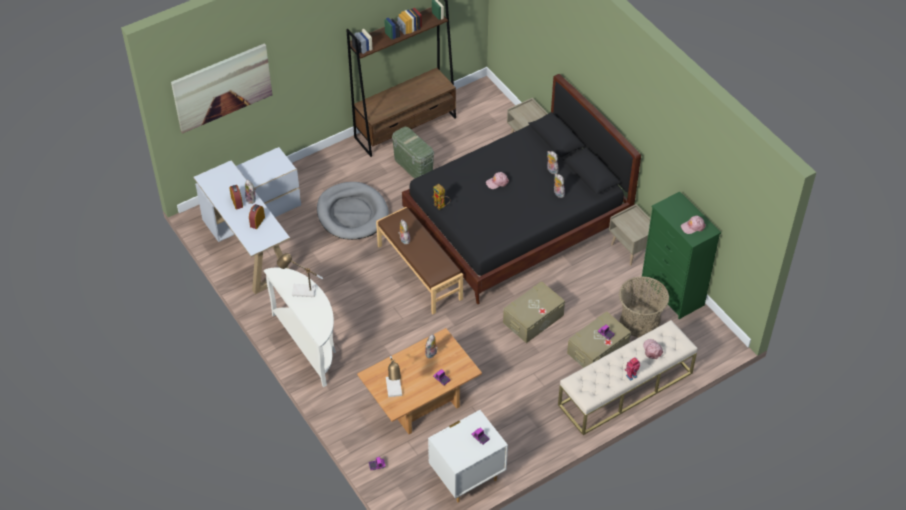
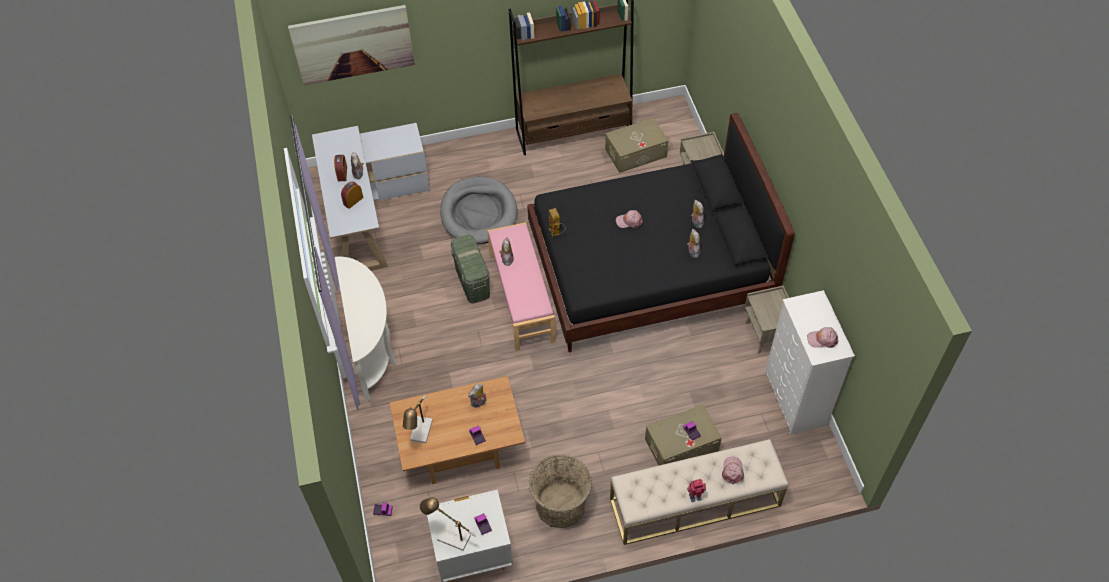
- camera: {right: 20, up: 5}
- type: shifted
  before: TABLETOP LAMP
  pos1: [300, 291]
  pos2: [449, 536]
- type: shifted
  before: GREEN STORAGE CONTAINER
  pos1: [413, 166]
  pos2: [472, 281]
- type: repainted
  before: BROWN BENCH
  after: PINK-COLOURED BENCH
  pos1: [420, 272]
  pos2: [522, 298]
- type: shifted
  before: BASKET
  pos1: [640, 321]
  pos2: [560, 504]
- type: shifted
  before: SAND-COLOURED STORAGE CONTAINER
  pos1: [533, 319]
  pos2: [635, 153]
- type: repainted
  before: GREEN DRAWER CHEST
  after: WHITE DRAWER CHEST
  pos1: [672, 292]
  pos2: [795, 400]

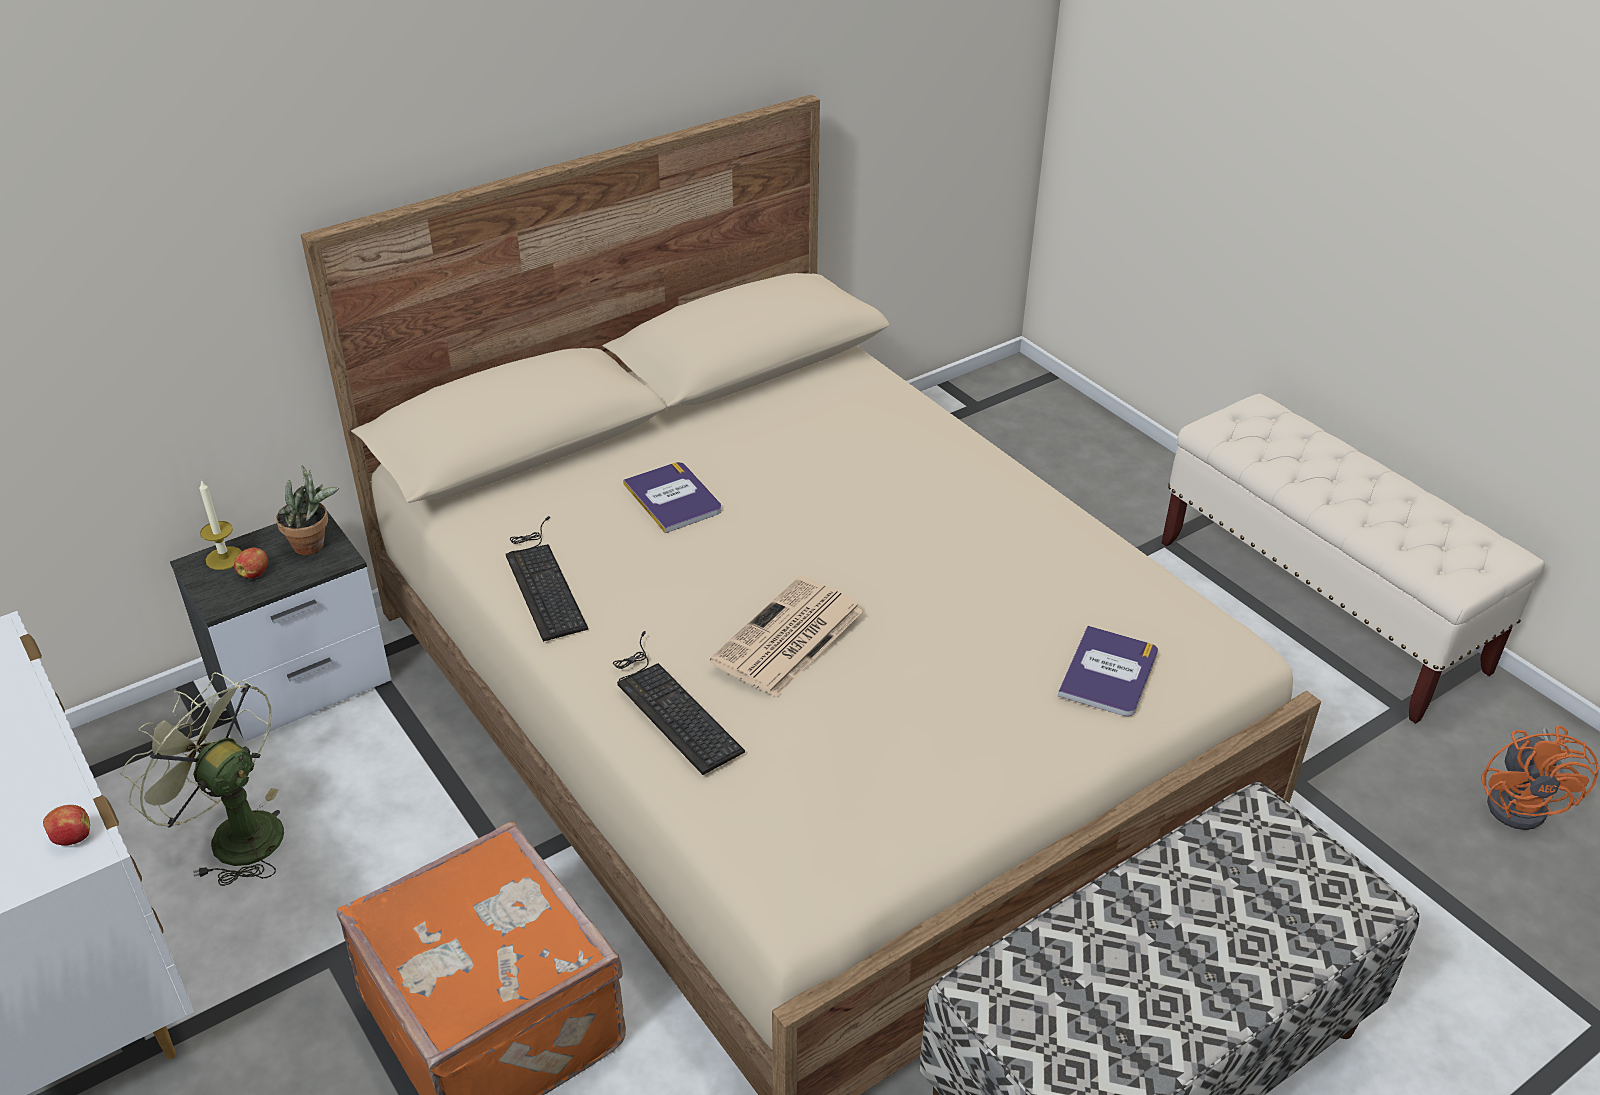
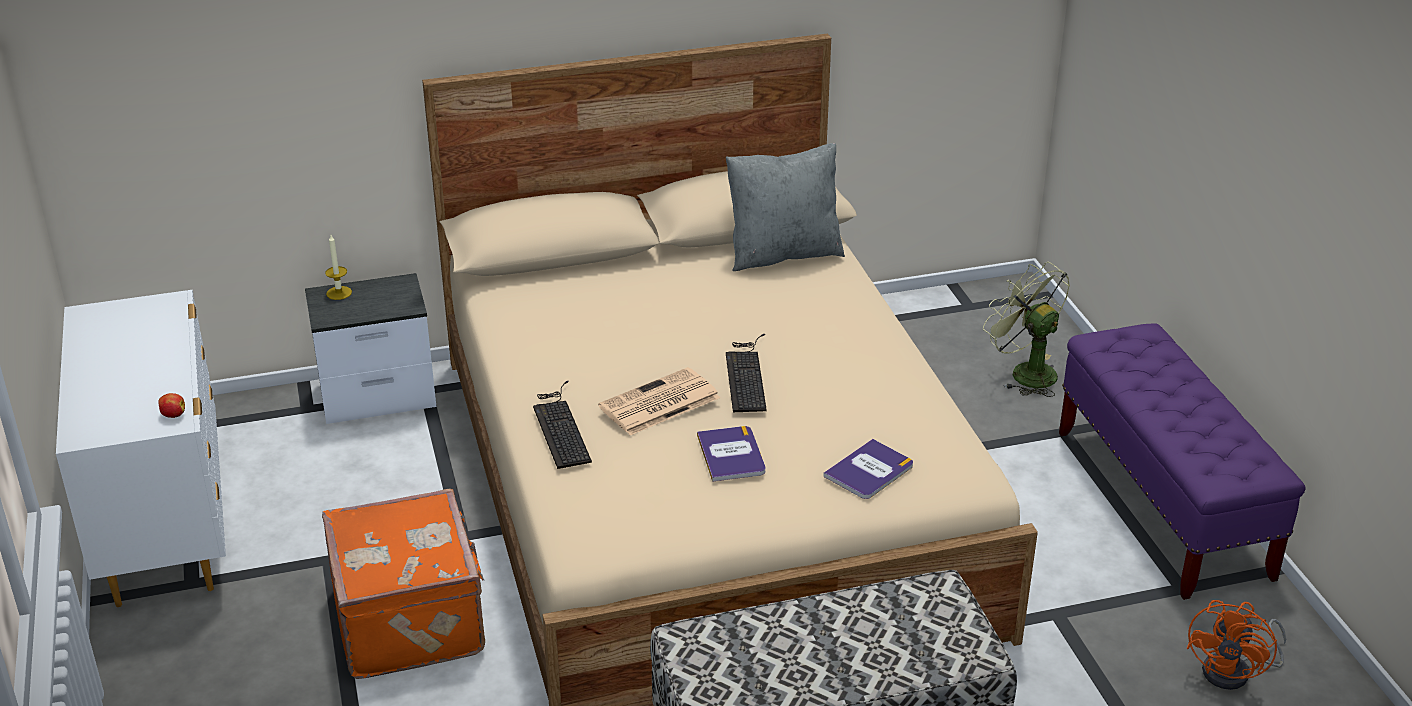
- camera: {right: 20, up: -5}
- type: shifted
  before: VOLUME
  pos1: [673, 498]
  pos2: [731, 454]
- type: new
  after: GREY CUSHION
  pos2: [783, 254]
- type: shifted
  before: KEYBOARD
  pos1: [543, 580]
  pos2: [746, 374]
- type: shifted
  before: GREEN ELECTRIC FAN
  pos1: [233, 834]
  pos2: [1025, 372]
- type: repainted
  before: SAND-COLOURED BENCH
  after: PURPLE BENCH
  pos1: [1319, 606]
  pos2: [1162, 504]
- type: gone
  before: APPLE
  pos1: [255, 573]
- type: gone
  before: PLANT IN A POT
  pos1: [314, 545]

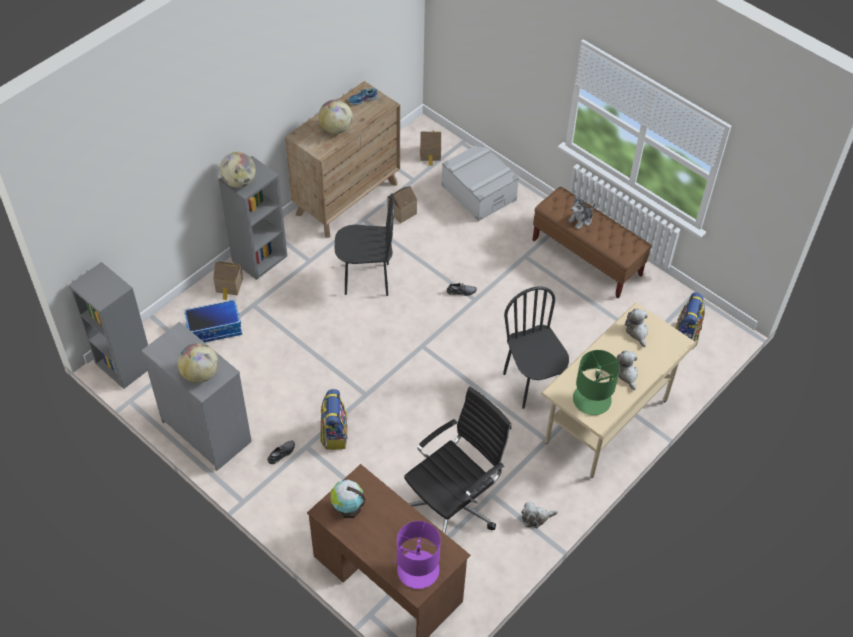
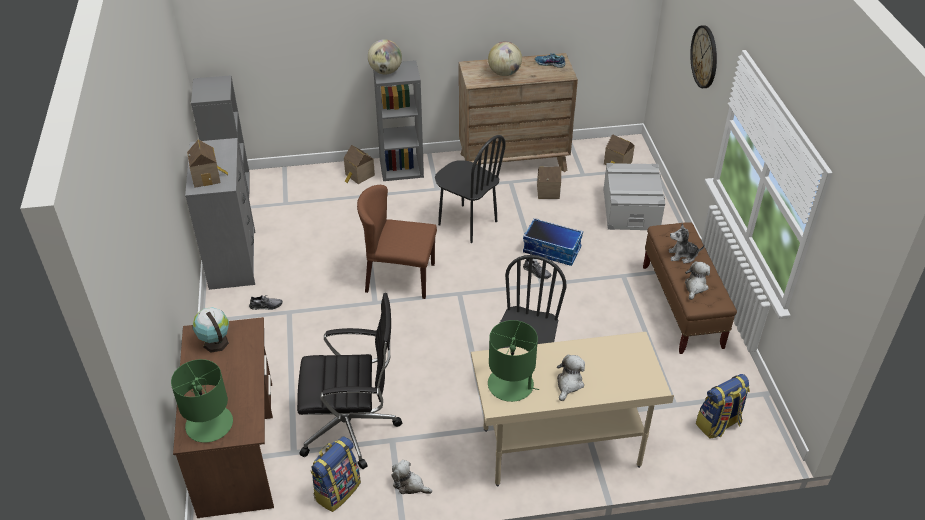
- camera: {right: 40, up: -10}
- type: repainted
  before: PURPLE TABLETOP LAMP
  after: GREEN TABLETOP LAMP
  pos1: [417, 570]
  pos2: [209, 424]
- type: swapped
  before: DESK GLOBE
  after: TOY HOUSE
  pos1: [200, 374]
  pos2: [208, 177]
- type: shifted
  before: BACKPACK
  pos1: [334, 434]
  pos2: [337, 490]
- type: new
  after: BROWN PLAIN CHAIR
  pos2: [399, 277]
- type: shifted
  before: STORAGE CONTAINER
  pos1: [214, 328]
  pos2: [552, 250]
- type: shifted
  before: CUDDLY TOY
  pos1: [637, 332]
  pos2: [695, 287]
- type: new
  after: HANGING CLOCK
  pos2: [704, 56]

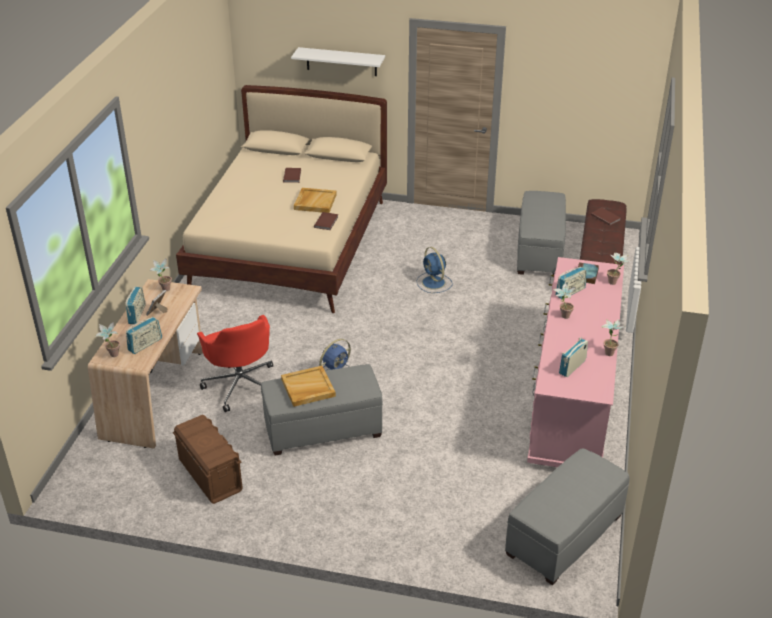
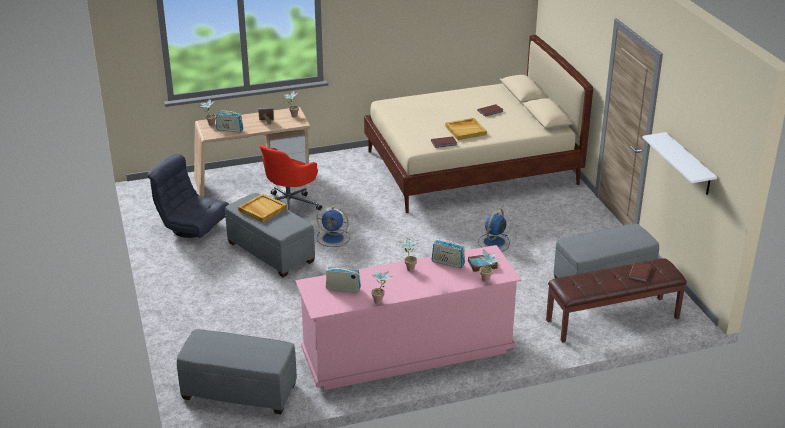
- camera: {right: 60, up: -5}
- type: swapped
  before: BROWN STORAGE CONTAINER
  after: GREY EASY CHAIR
  pos1: [210, 475]
  pos2: [193, 227]
- type: shifted
  before: WHITE SHELF
  pos1: [341, 61]
  pos2: [688, 164]
- type: gone
  before: RADIO SET
  pos1: [137, 314]

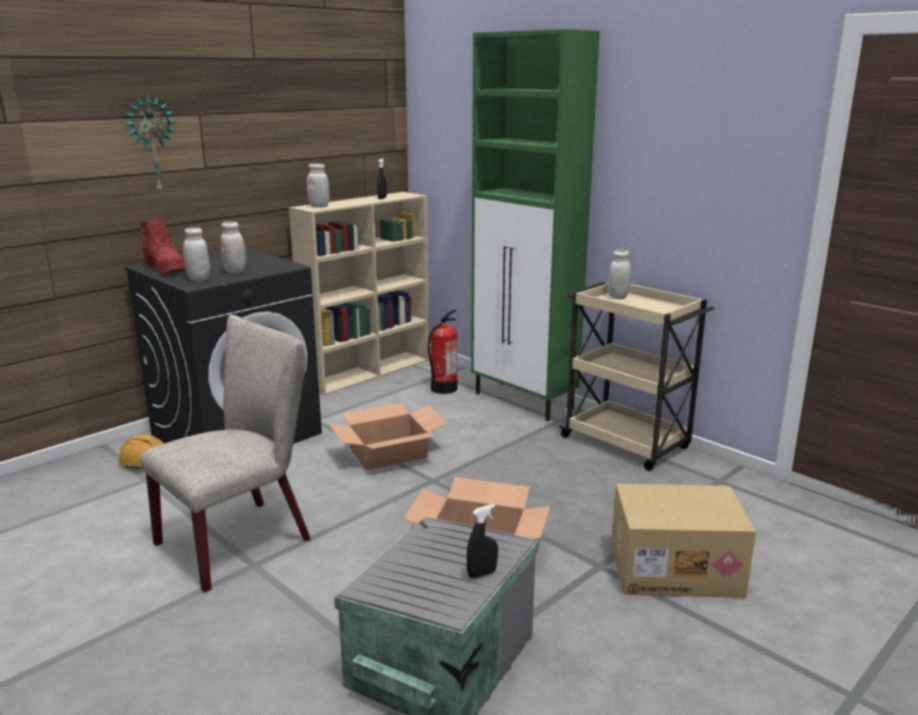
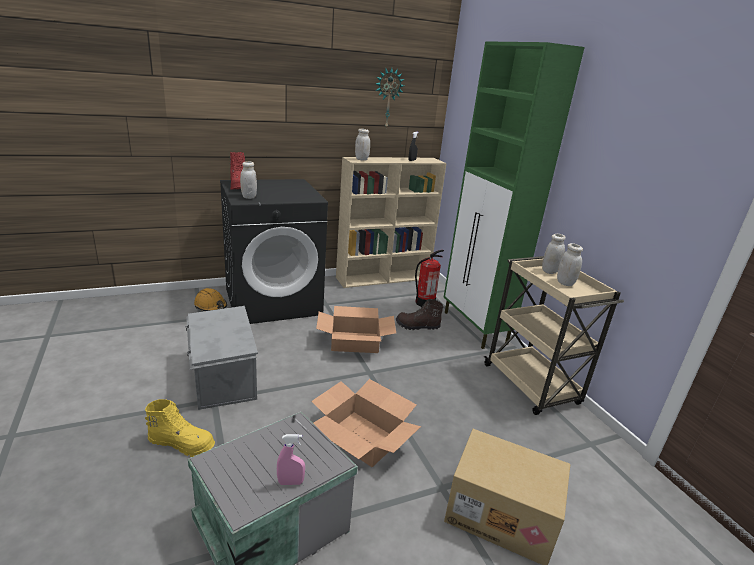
- camera: {right: 20, up: 5}
- type: new
  after: YELLOW HIGH-TOP BOOT
  pos2: [182, 443]
- type: swapped
  before: SAND-COLOURED PLAIN CHAIR
  after: GREY STORAGE CONTAINER
  pos1: [243, 538]
  pos2: [222, 377]
- type: repainted
  before: BLACKISH SPRAY BOTTLE
  after: PINK-COLOURED SPRAY BOTTLE
  pos1: [482, 574]
  pos2: [290, 482]
- type: shifted
  before: HANGING CLOCK
  pos1: [151, 145]
  pos2: [387, 98]
- type: new
  after: BROWN HIGH-TOP BOOT
  pos2: [417, 326]
- type: shifted
  before: WHITE STORAGE JAR
  pos1: [235, 271]
  pos2: [565, 283]

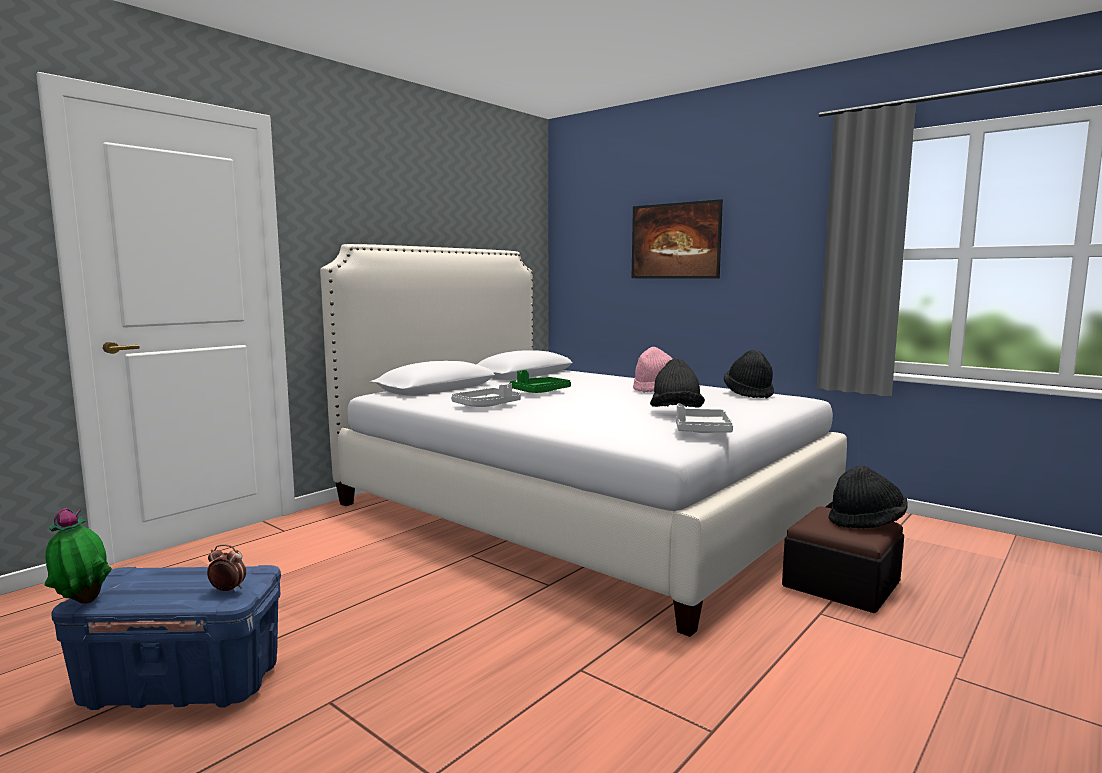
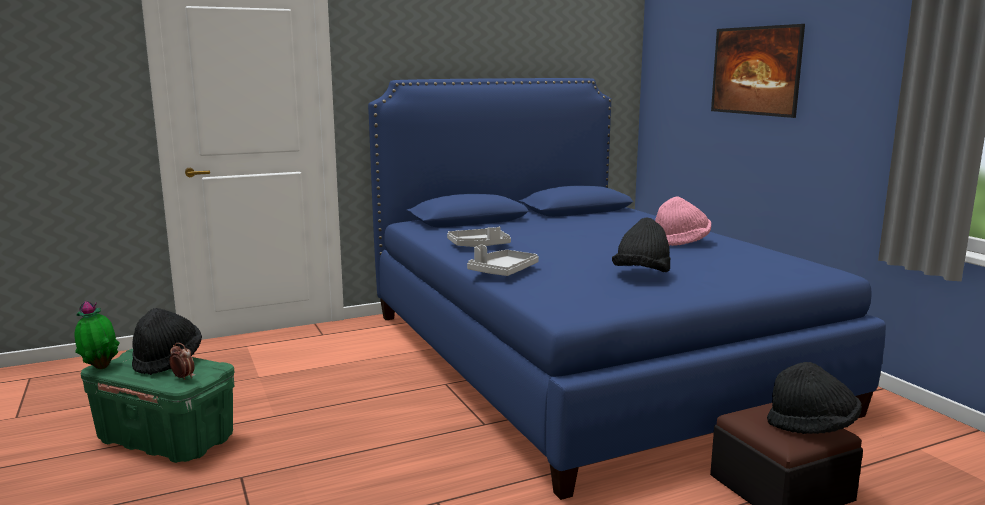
- camera: {right: 25, up: 5}
- type: repainted
  before: BLUISH STORAGE CONTAINER
  after: GREEN STORAGE CONTAINER
  pos1: [181, 685]
  pos2: [165, 440]
- type: shifted
  before: BLACKISH HAT
  pos1: [749, 394]
  pos2: [168, 361]
- type: repainted
  before: WHITE SLEEPING BED
  after: BLUISH SLEEPING BED
  pos1: [577, 510]
  pos2: [582, 358]
- type: shifted
  before: GREY TRAY
  pos1: [701, 431]
  pos2: [503, 271]
- type: gone
  before: GREEN TRAY
  pos1: [539, 392]

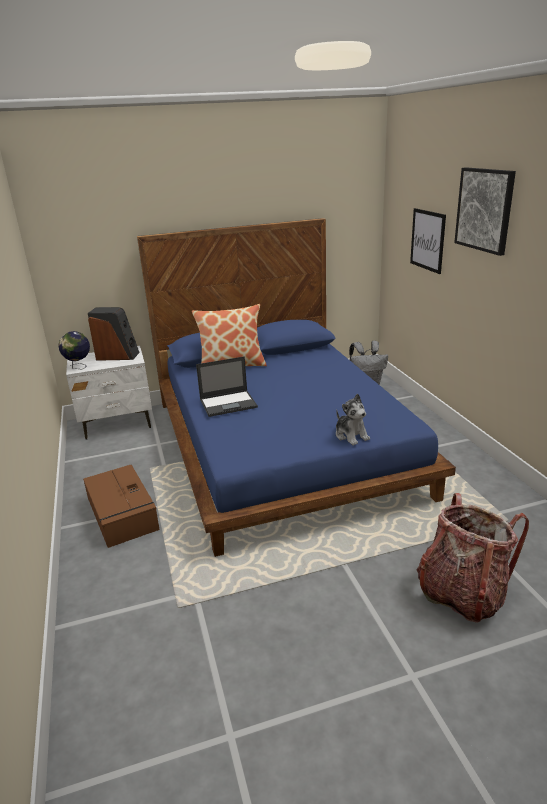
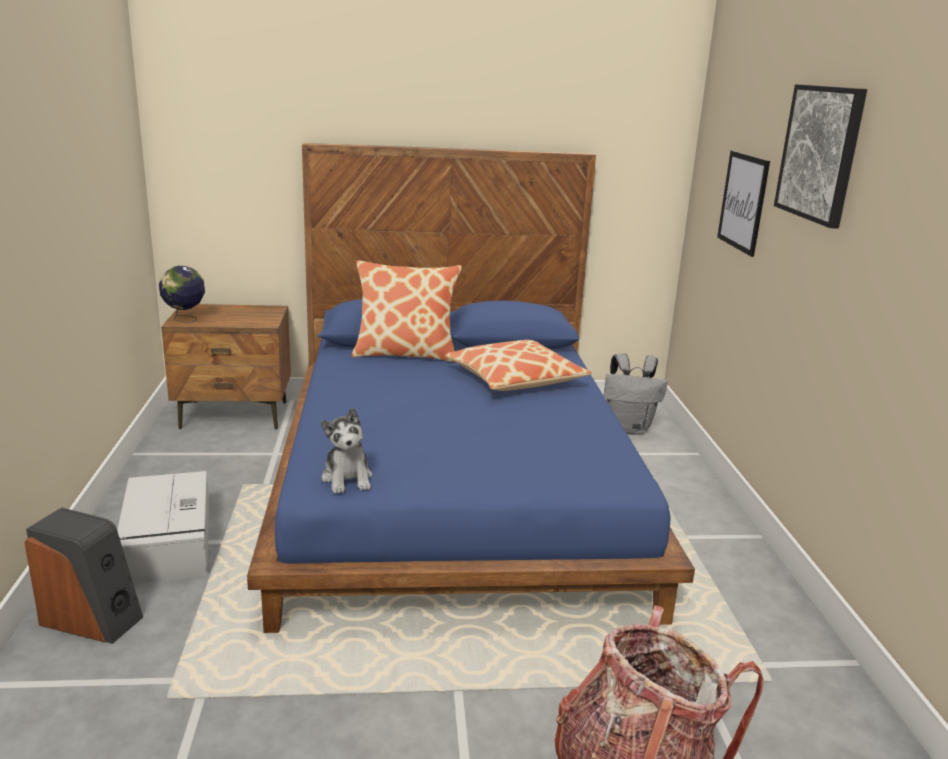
- camera: {right: 10, up: -5}
- type: shifted
  before: LOUDSPEAKER
  pos1: [117, 356]
  pos2: [92, 619]
- type: repainted
  before: BROWN STORAGE CONTAINER
  after: GREY STORAGE CONTAINER
  pos1: [122, 514]
  pos2: [168, 542]
- type: repainted
  before: WHITE NIGHTSTAND
  after: BROWN NIGHTSTAND
  pos1: [118, 423]
  pos2: [235, 415]
- type: shifted
  before: CUDDLY TOY
  pos1: [351, 435]
  pos2: [347, 478]
- type: new
  after: CUSHION
  pos2: [515, 379]
- type: gone
  before: NOTEBOOK COMPUTER
  pos1: [229, 403]

